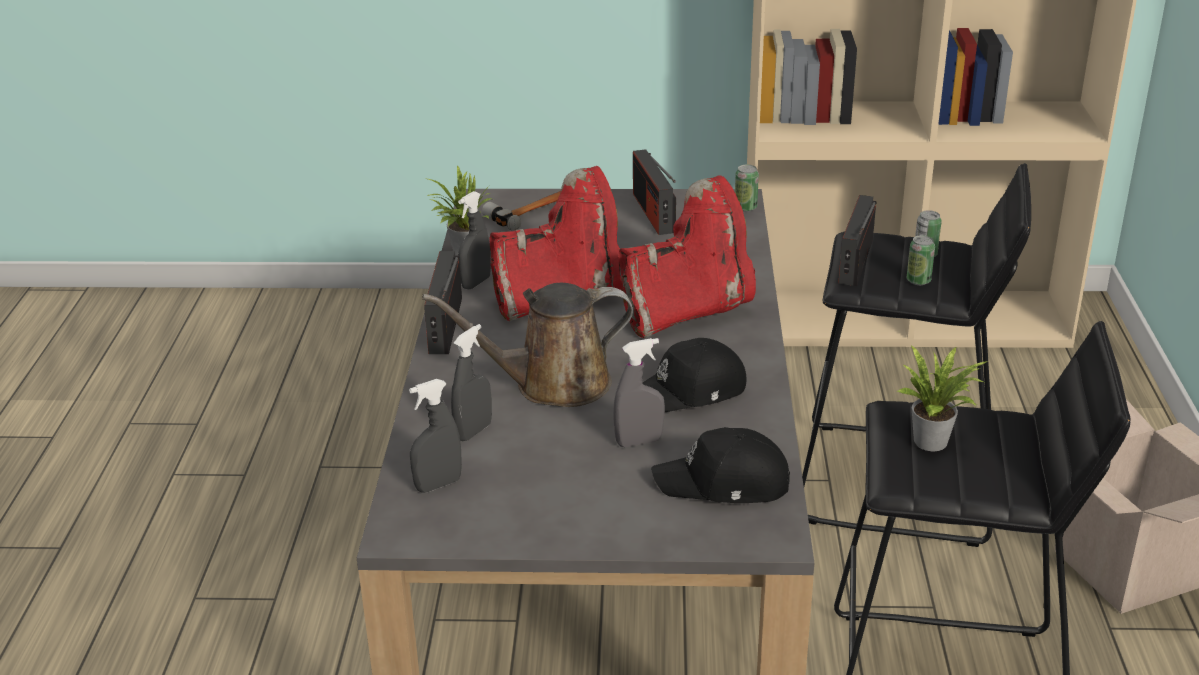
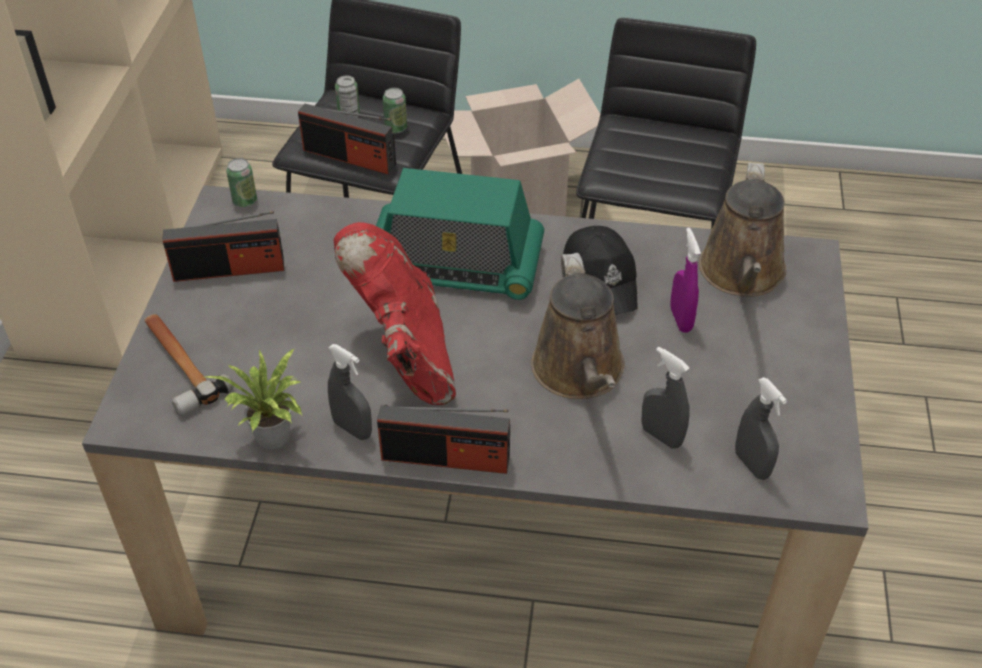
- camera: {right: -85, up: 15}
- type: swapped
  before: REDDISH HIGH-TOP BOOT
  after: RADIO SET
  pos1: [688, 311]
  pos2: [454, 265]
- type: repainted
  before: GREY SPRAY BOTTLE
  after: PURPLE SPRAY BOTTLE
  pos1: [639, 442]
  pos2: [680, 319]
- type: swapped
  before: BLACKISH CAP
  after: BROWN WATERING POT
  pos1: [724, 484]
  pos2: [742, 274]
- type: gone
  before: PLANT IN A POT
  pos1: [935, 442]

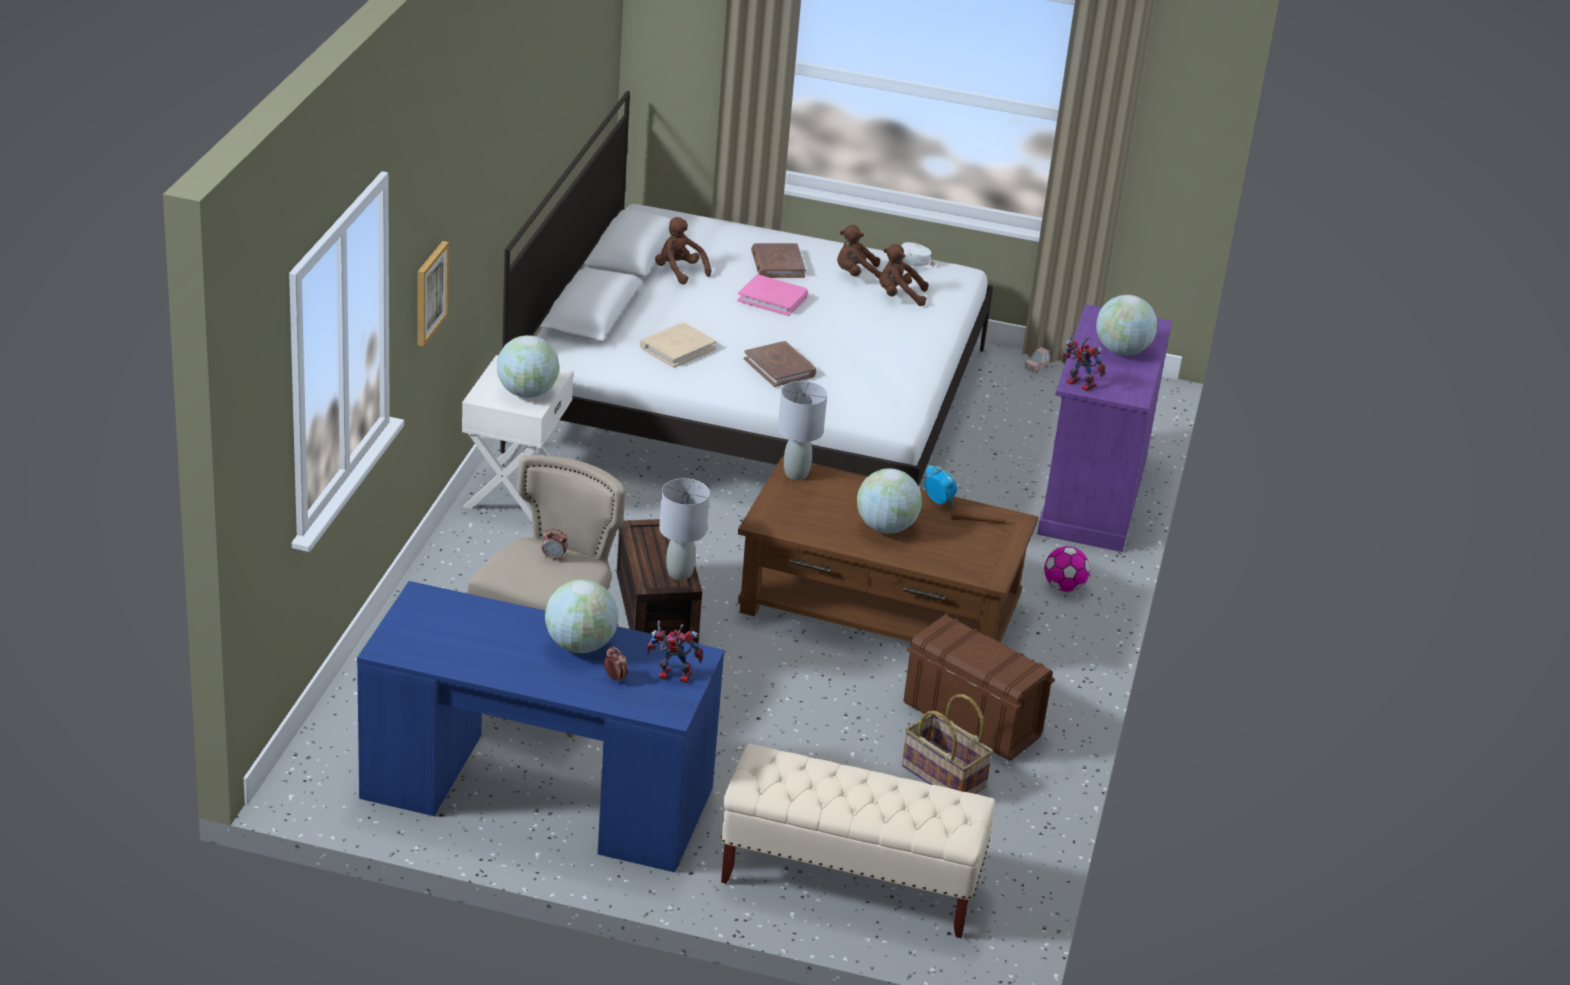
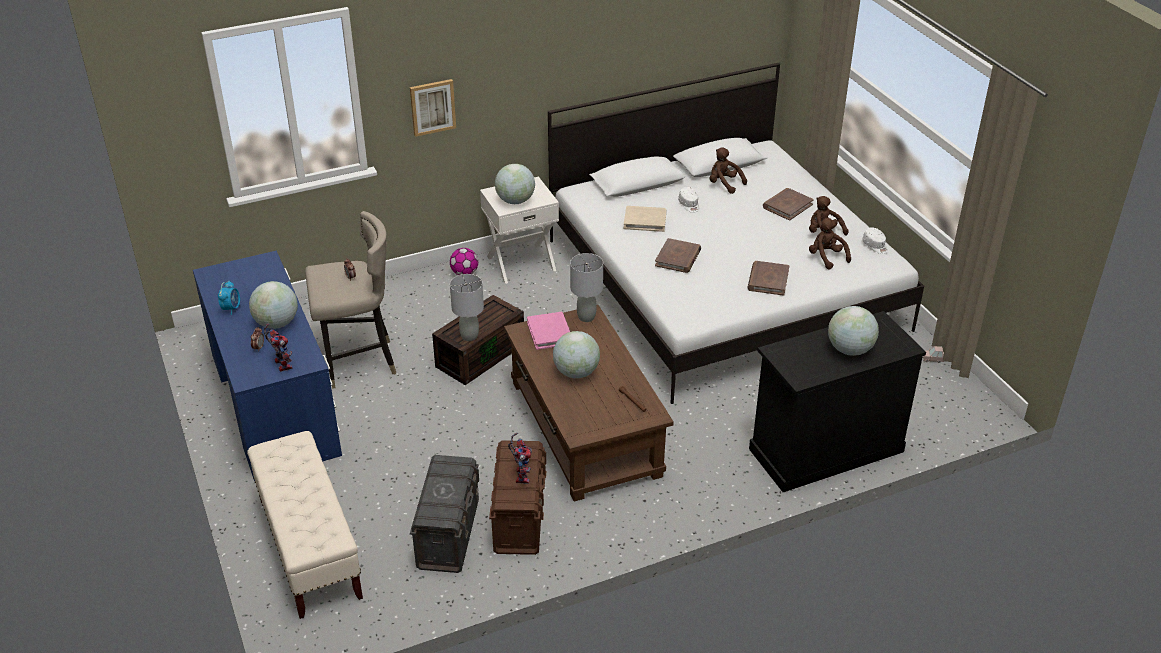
- camera: {right: 55, up: 5}
- type: shifted
  before: ALARM CLOCK
  pos1: [939, 501]
  pos2: [231, 308]
- type: swapped
  before: BASKET
  after: GREY STORAGE CONTAINER
  pos1: [942, 777]
  pos2: [449, 534]
- type: shifted
  before: FOOTBALL BALL
  pos1: [1063, 587]
  pos2: [464, 273]
- type: shifted
  before: MODEL ROBOT
  pos1: [1077, 384]
  pos2: [521, 474]
- type: shifted
  before: PINK-COLOURED VOLUME
  pos1: [772, 298]
  pos2: [550, 333]
- type: new
  after: WHITE CAP
  pos2: [689, 205]
- type: rotated
  before: BROWN CUDDLY TOY
  pos1: [679, 271]
  pos2: [724, 184]
  turn: -60
- type: new
  after: BROWN VOLUME
  pos2: [768, 280]
- type: repainted
  before: PURPLE CUPBOARD
  after: BLACKISH CUPBOARD
  pos1: [1092, 496]
  pos2: [825, 450]

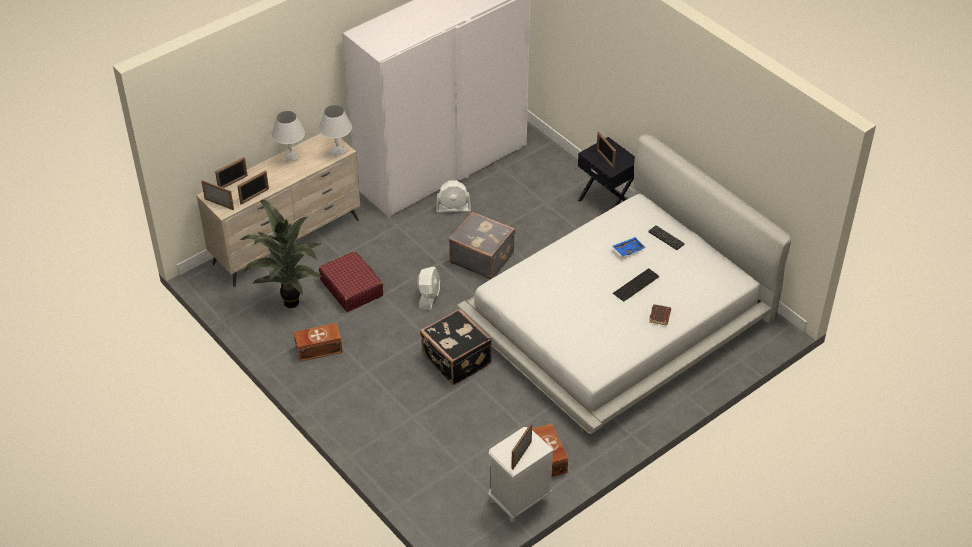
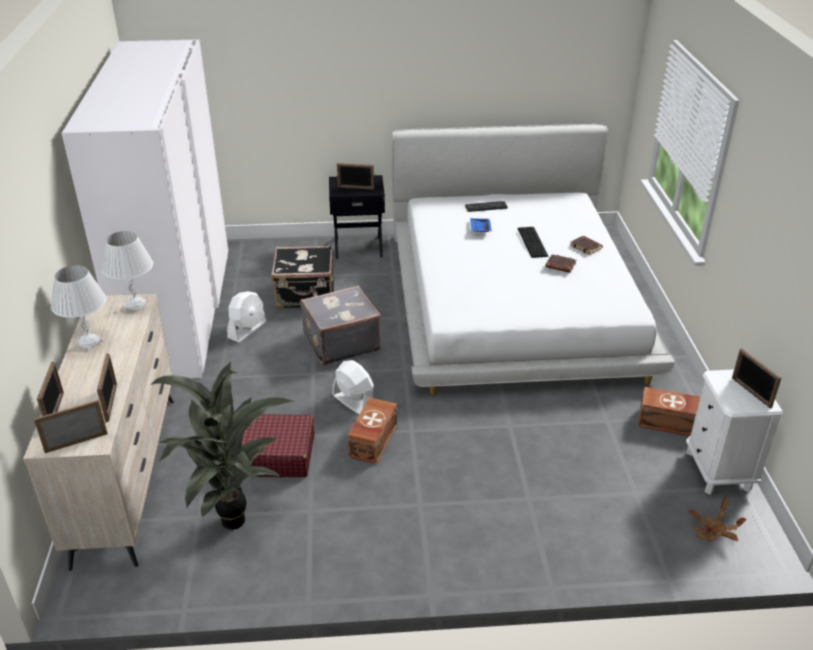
- camera: {right: -55, up: -10}
- type: shifted
  before: BLACKISH TRAVEL CASE
  pos1: [455, 360]
  pos2: [306, 295]
- type: shifted
  before: BROWN STORAGE CONTAINER
  pos1: [318, 349]
  pos2: [372, 441]
- type: new
  after: BROWN VOLUME
  pos2: [560, 266]
- type: new
  after: PLANT IN A POT
  pos2: [712, 531]

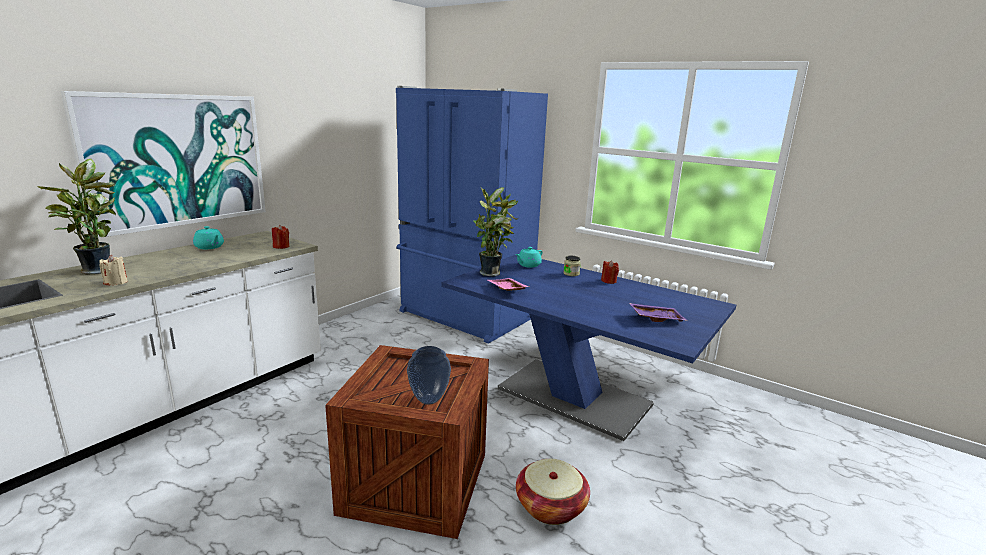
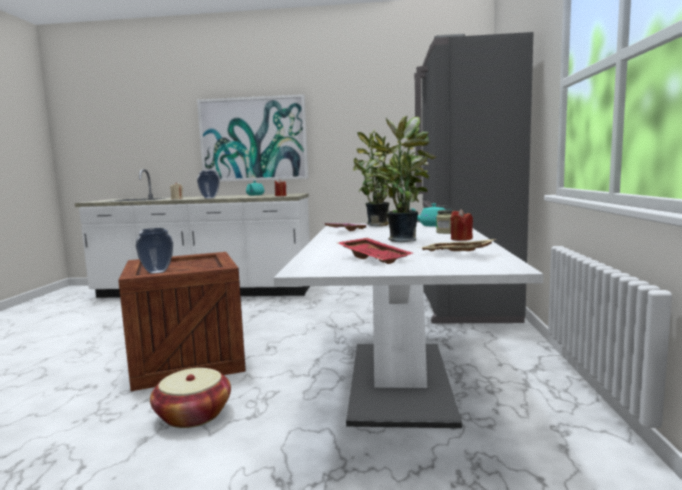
- camera: {right: 60, up: -10}
- type: new
  after: VASE
  pos2: [209, 198]
- type: repainted
  before: BLUISH DINING TABLE
  after: WHITE DINING TABLE
  pos1: [574, 396]
  pos2: [399, 380]
- type: repainted
  before: PURPLE TRAY
  after: REDDISH TRAY
  pos1: [656, 318]
  pos2: [375, 258]
- type: shifted
  before: PLANT IN A POT
  pos1: [96, 270]
  pos2: [403, 240]
- type: repainted
  before: BLUISH FRIDGE
  after: GREY FRIDGE
  pos1: [463, 317]
  pos2: [462, 304]
- type: new
  after: SAND-COLOURED TRAY
  pos2: [456, 254]

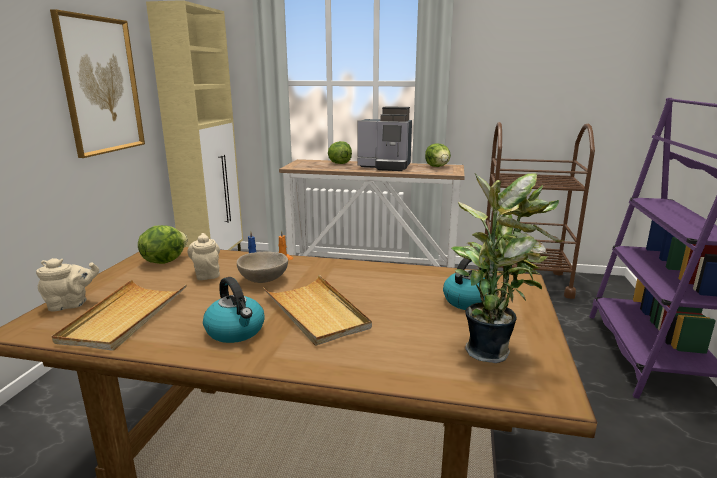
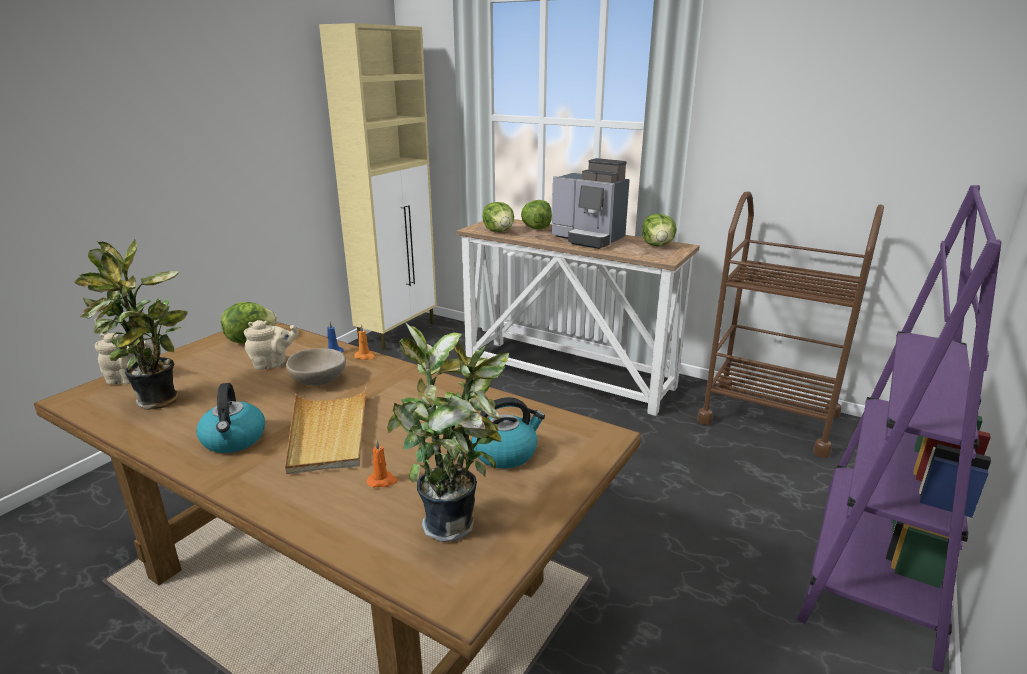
- camera: {right: 20, up: 5}
- type: swapped
  before: SAND-COLOURED TRAY
  after: PLANT IN A POT
  pos1: [125, 317]
  pos2: [159, 402]
- type: rotated
  before: SAND-COLOURED TEAPOT
  pos1: [207, 274]
  pos2: [273, 364]
  turn: 75
- type: new
  after: ORANGEY CANDLE
  pos2: [382, 481]
- type: new
  after: HEAD OF LETTUCE
  pos2: [499, 231]
- type: gone
  before: WALL PICTURE
  pos1: [101, 86]

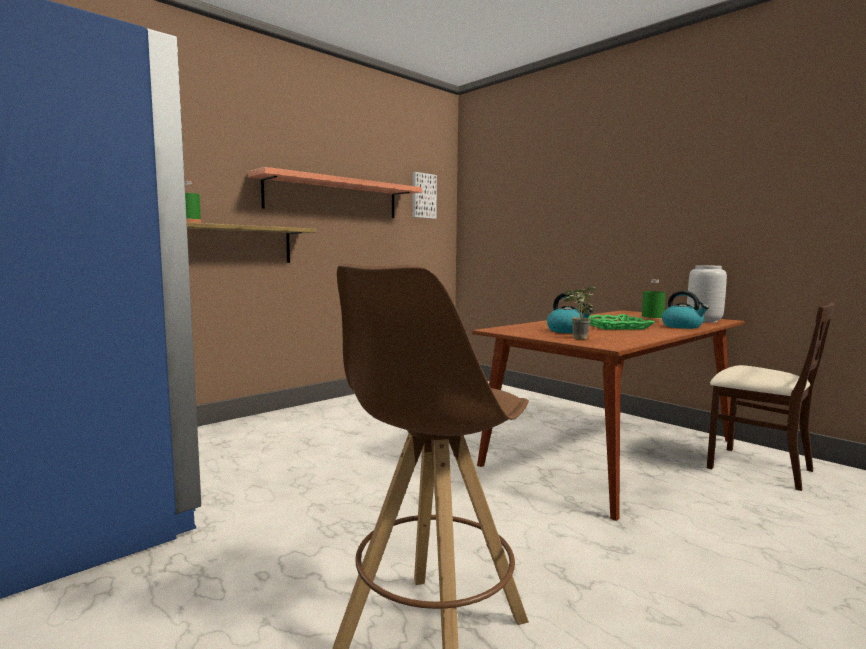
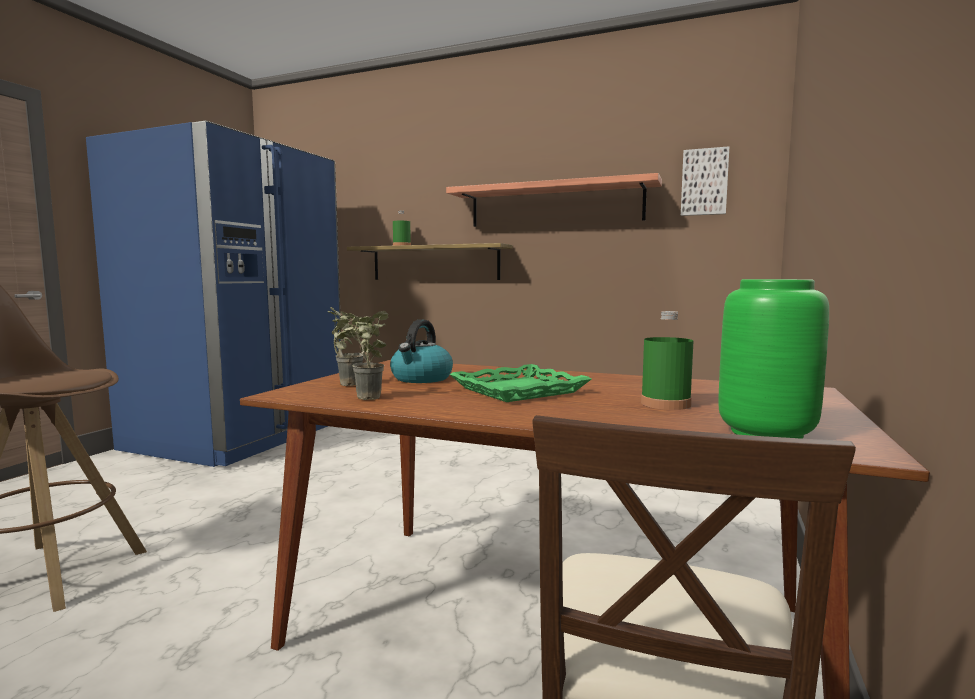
- camera: {right: 65, up: 0}
- type: new
  after: PLANT IN A POT
  pos2: [363, 399]
- type: repainted
  before: GREY VASE
  after: GREEN VASE
  pos1: [704, 321]
  pos2: [764, 433]
- type: gone
  before: TEA KETTLE
  pos1: [682, 326]

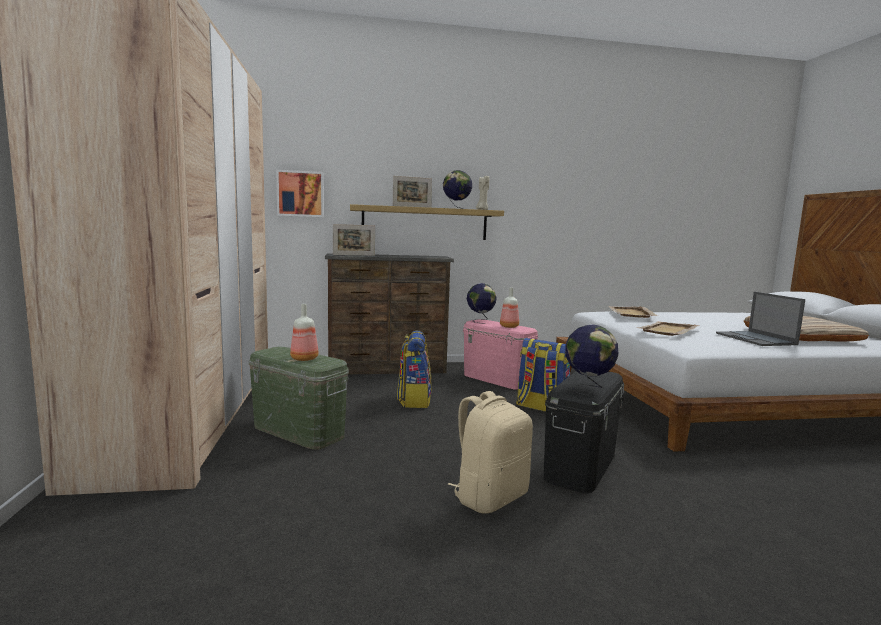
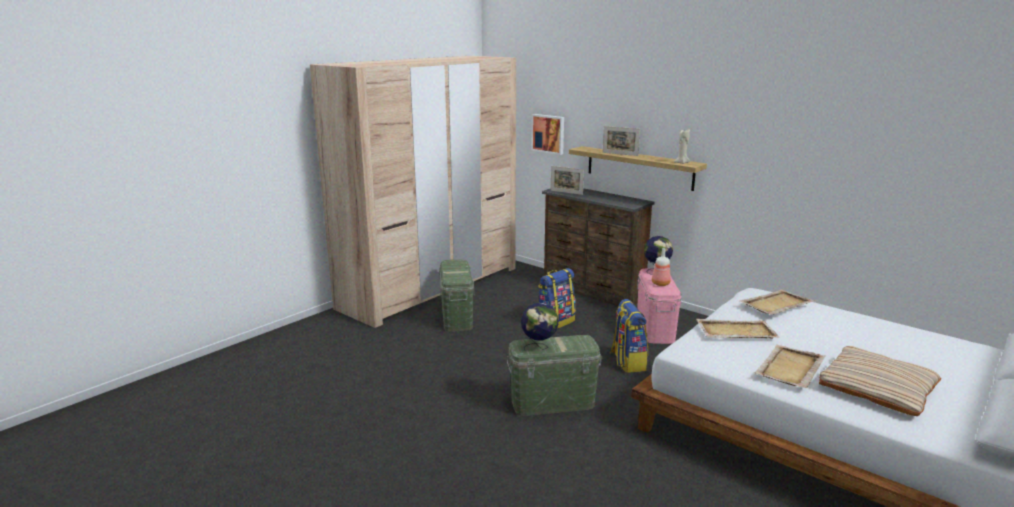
- camera: {right: 50, up: 10}
- type: repainted
  before: BLACKISH STORAGE CONTAINER
  after: GREEN STORAGE CONTAINER
  pos1: [580, 465]
  pos2: [552, 402]
- type: swapped
  before: NOTEBOOK COMPUTER
  after: SAND-COLOURED TRAY
  pos1: [756, 339]
  pos2: [789, 368]
- type: gone
  before: BOTTLE
  pos1: [303, 358]
- type: gone
  before: DESK GLOBE
  pos1: [456, 208]
- type: gone
  before: SAND-COLOURED BACKPACK
  pos1: [490, 497]

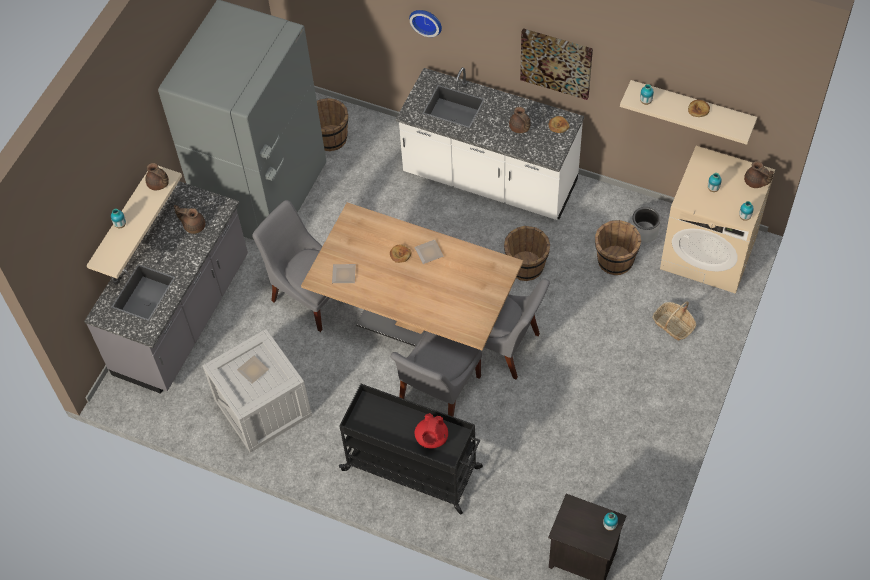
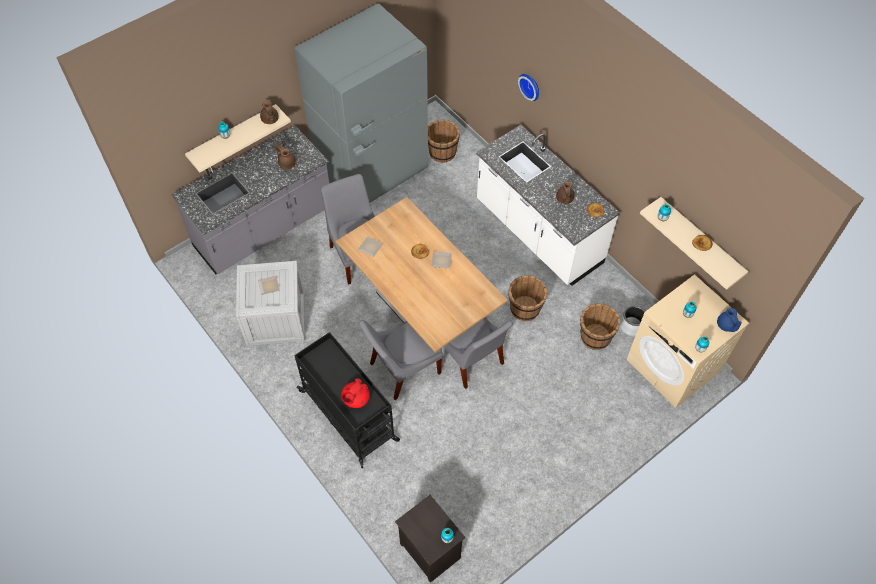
- camera: {right: 25, up: 0}
- type: repainted
  before: BROWN TEAPOT
  after: BLUISH TEAPOT
  pos1: [755, 182]
  pos2: [726, 325]
- type: gone
  before: WALL PICTURE
  pos1: [556, 62]
- type: gone
  before: BASKET
  pos1: [673, 325]

